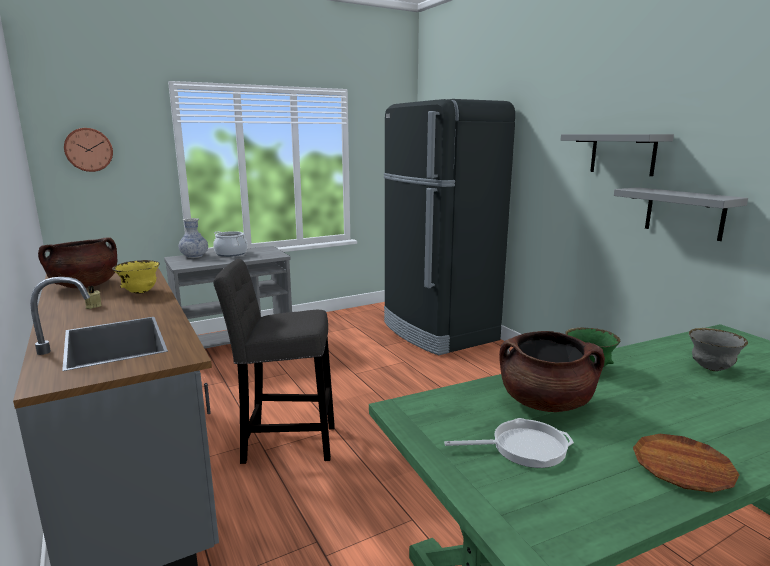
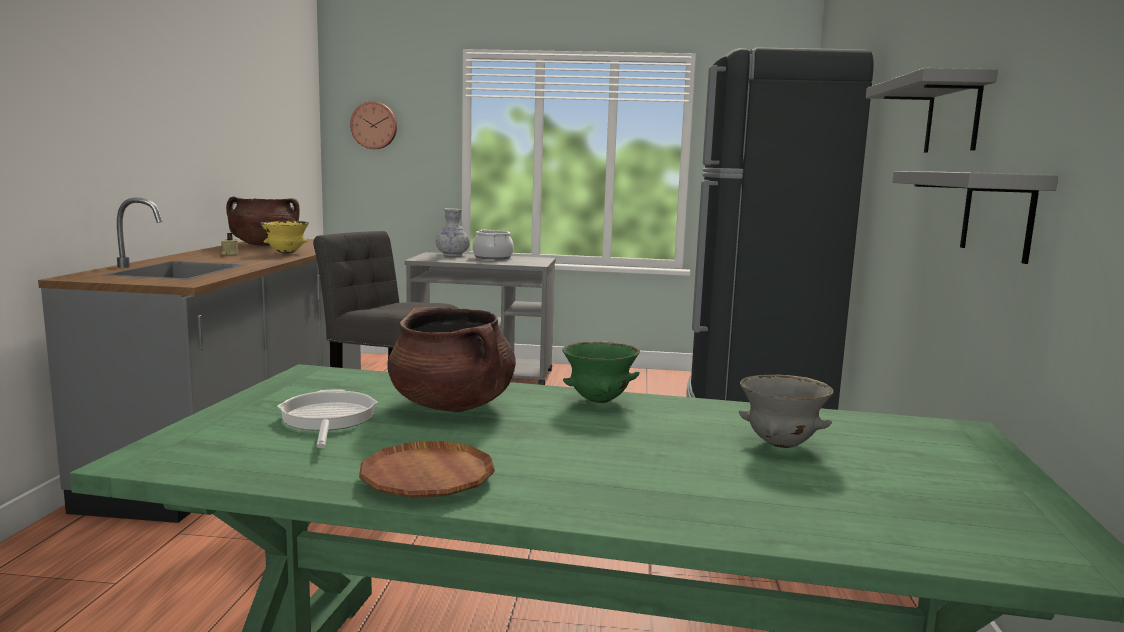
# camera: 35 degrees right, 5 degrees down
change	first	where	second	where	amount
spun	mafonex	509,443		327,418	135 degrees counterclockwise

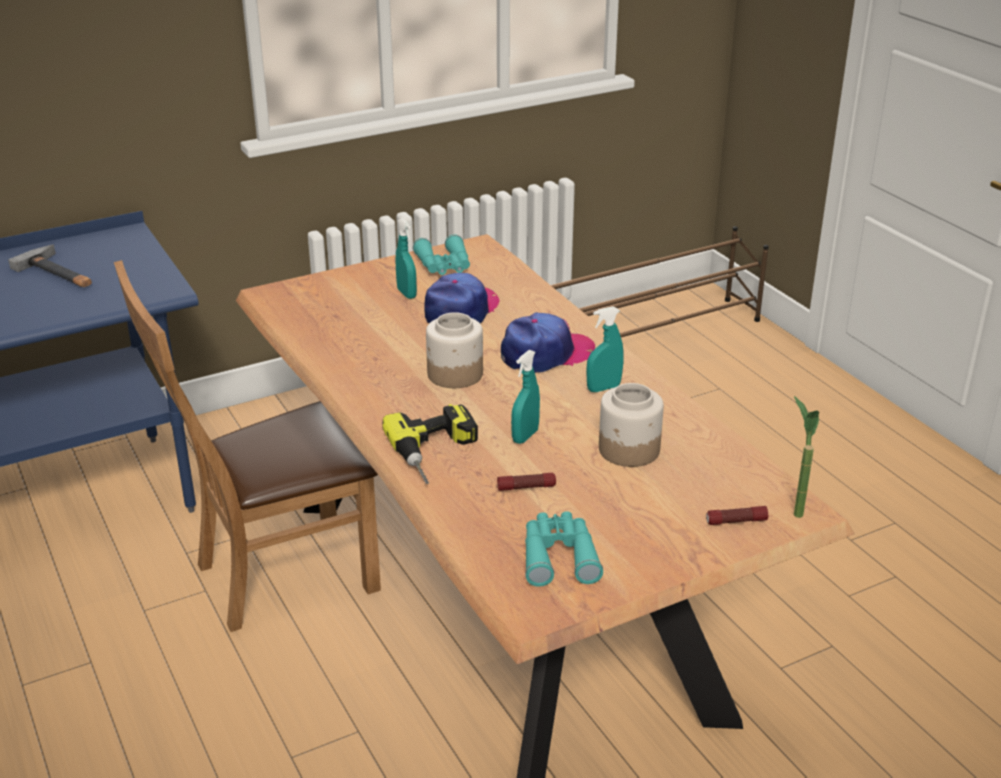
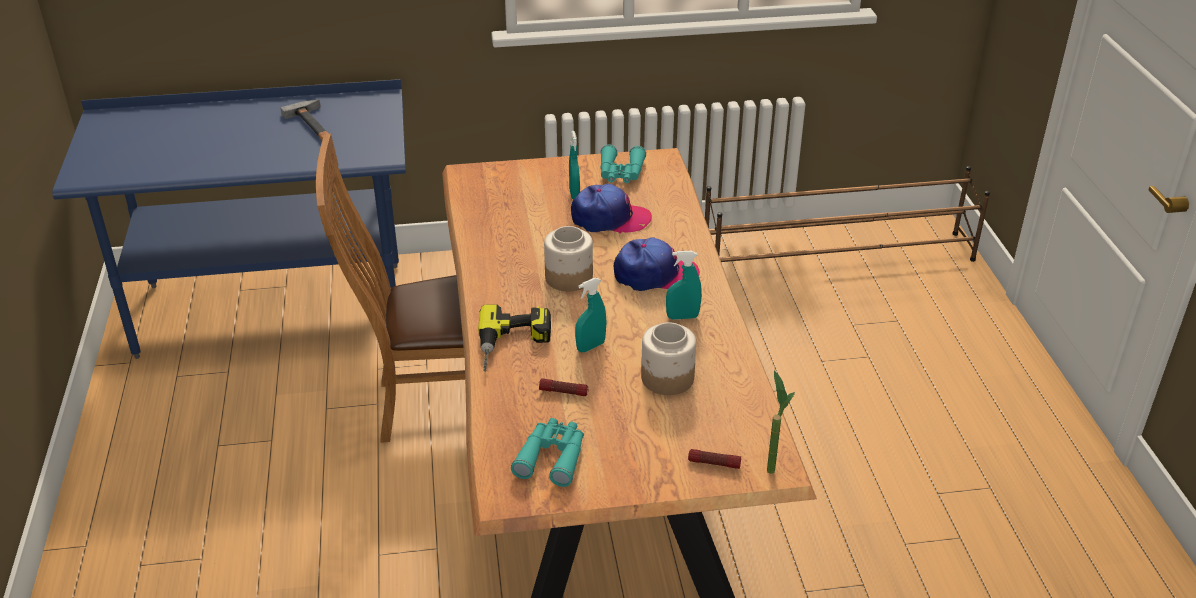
# camera: 20 degrees right, 5 degrees up
change	first	where	second	where	amount
spun	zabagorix	462,298		611,209	45 degrees clockwise

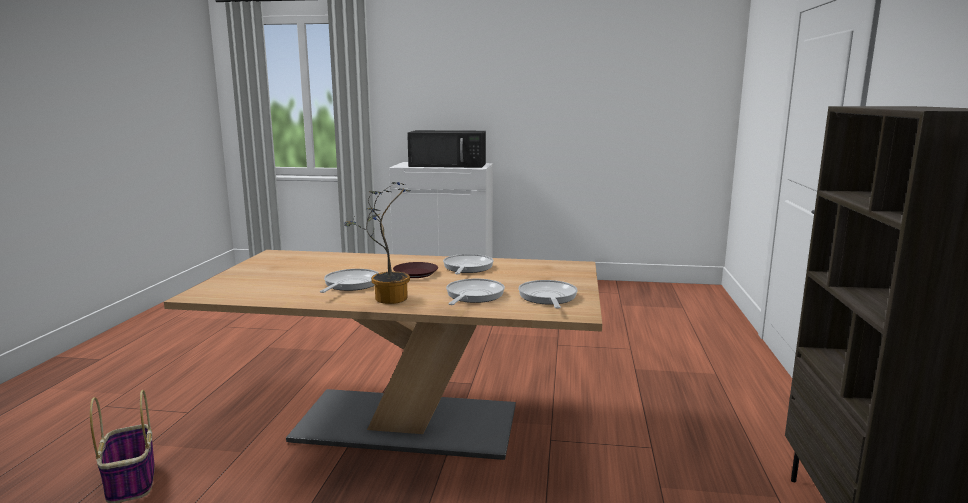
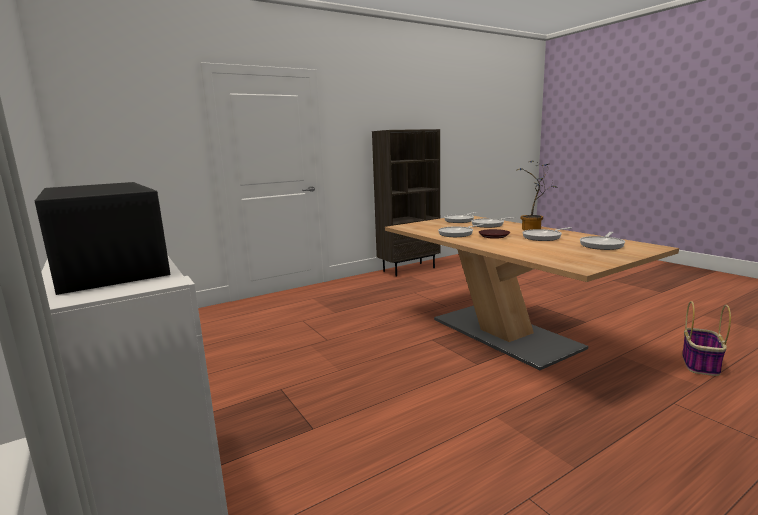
# camera: 130 degrees left, 0 degrees up
change	first	where	second	where	amount
appeared			mafonex	602,241	

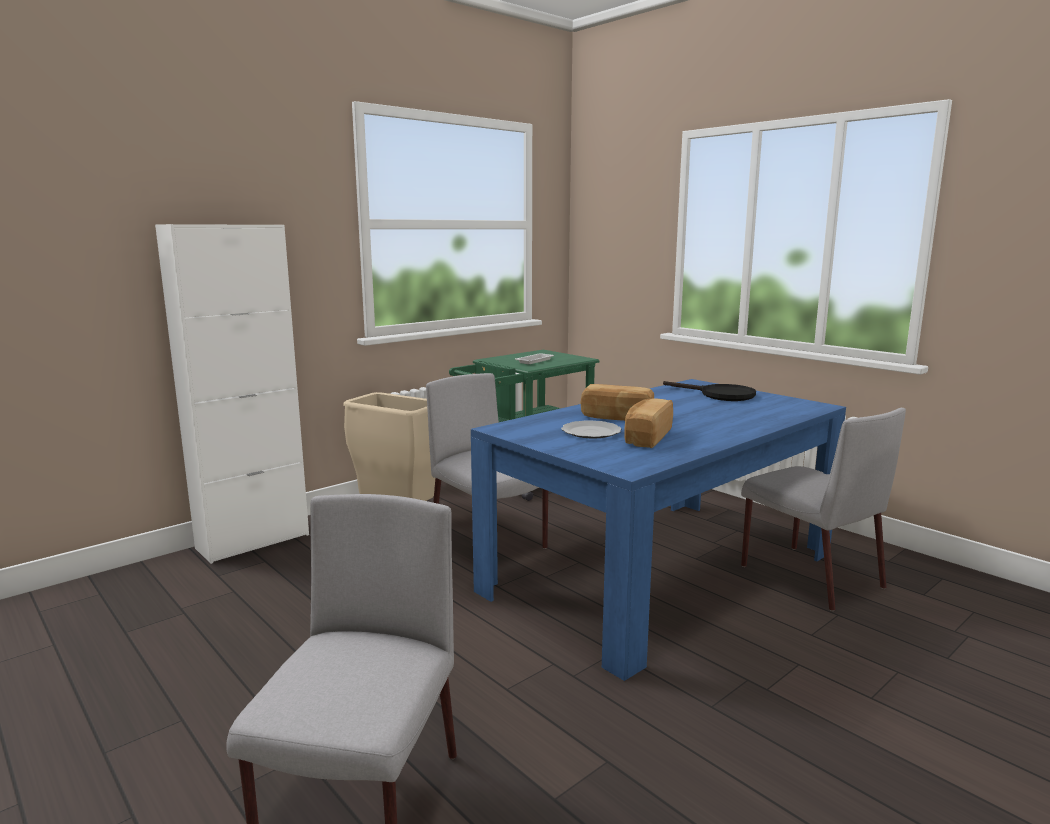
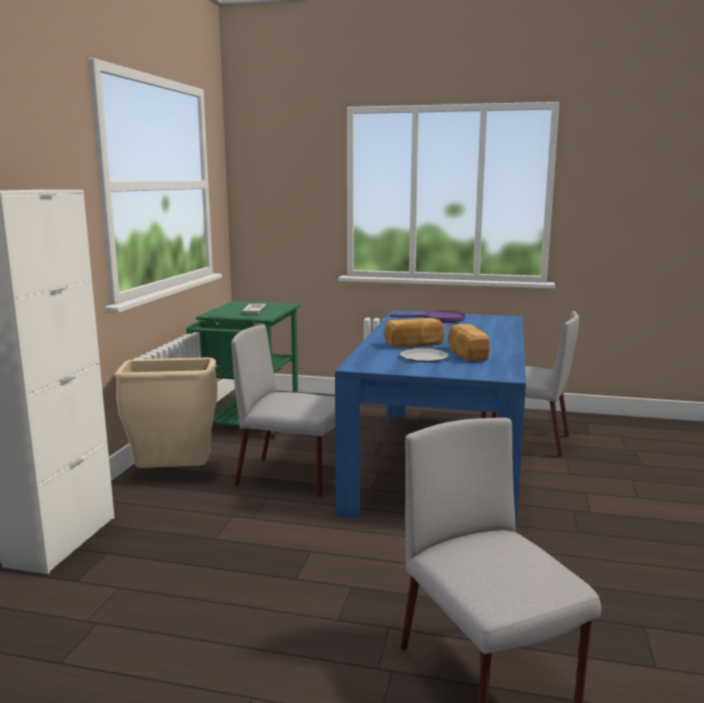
# camera: 35 degrees left, 0 degrees up
change	first	where	second	where	amount
colour	black_mafonex	709,391	purple_mafonex	427,316	

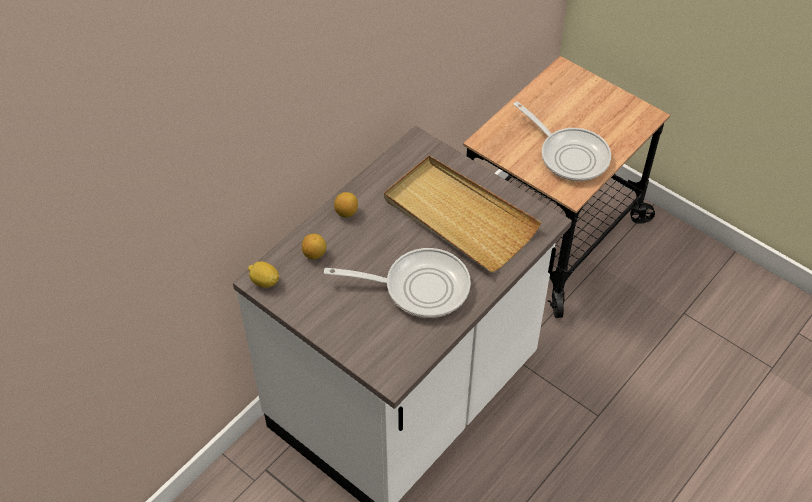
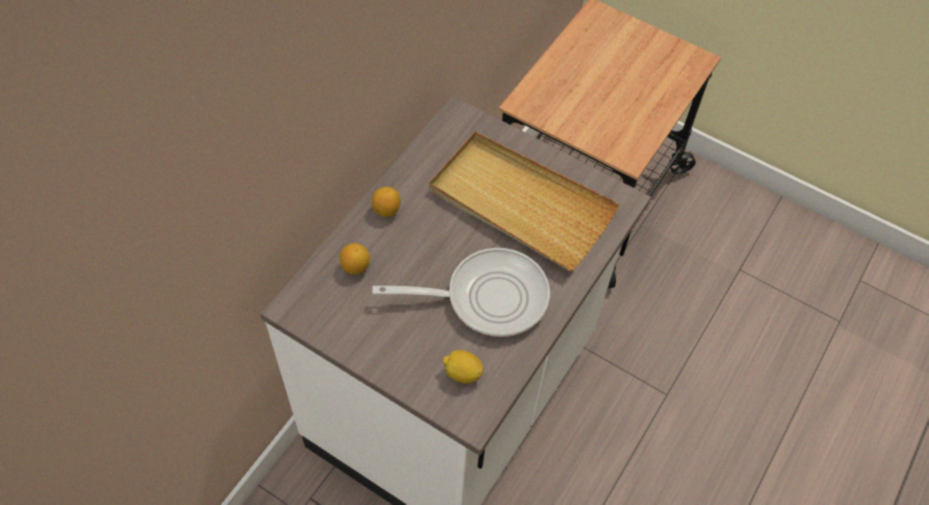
# camera: 10 degrees left, 5 degrees up
change	first	where	second	where	amount
relocated	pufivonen	263,274		463,366	
missing	mafonex	562,141			

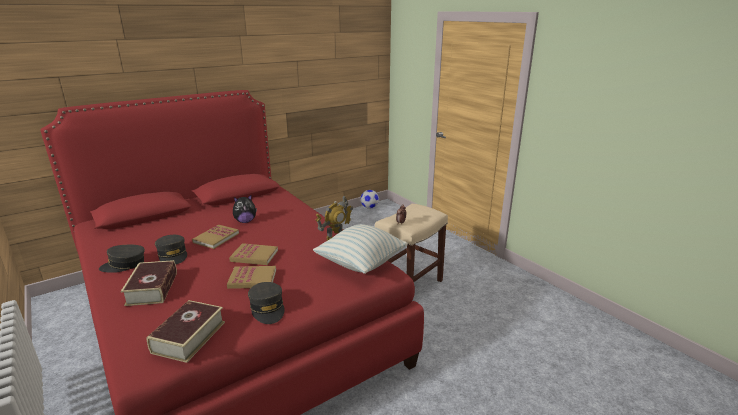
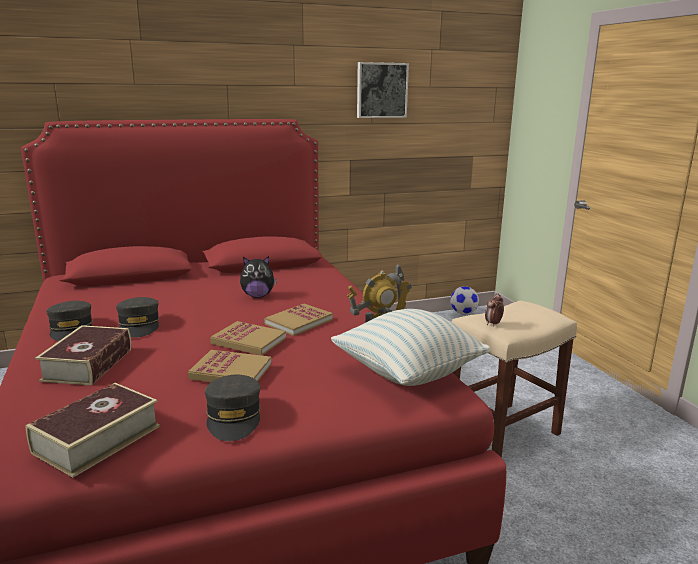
# camera: 15 degrees right, 5 degrees down
change	first	where	second	where	amount
spun	grey_zabagorix	122,259		69,321	105 degrees counterclockwise
relocated	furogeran	215,237		298,320	
appeared			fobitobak	383,90	

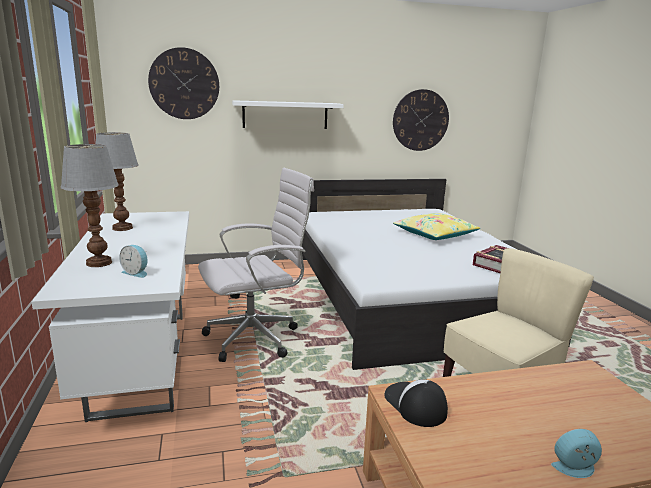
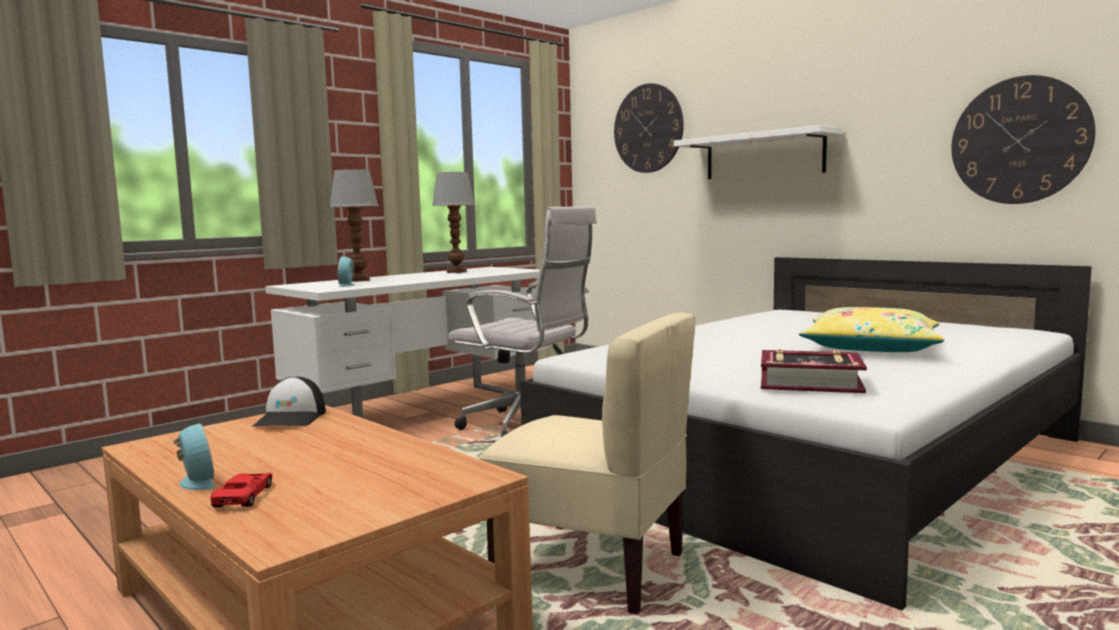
# camera: 60 degrees right, 10 degrees down
change	first	where	second	where	amount
appeared			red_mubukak	241,490	
spun	zabagorix	416,403		289,401	150 degrees clockwise

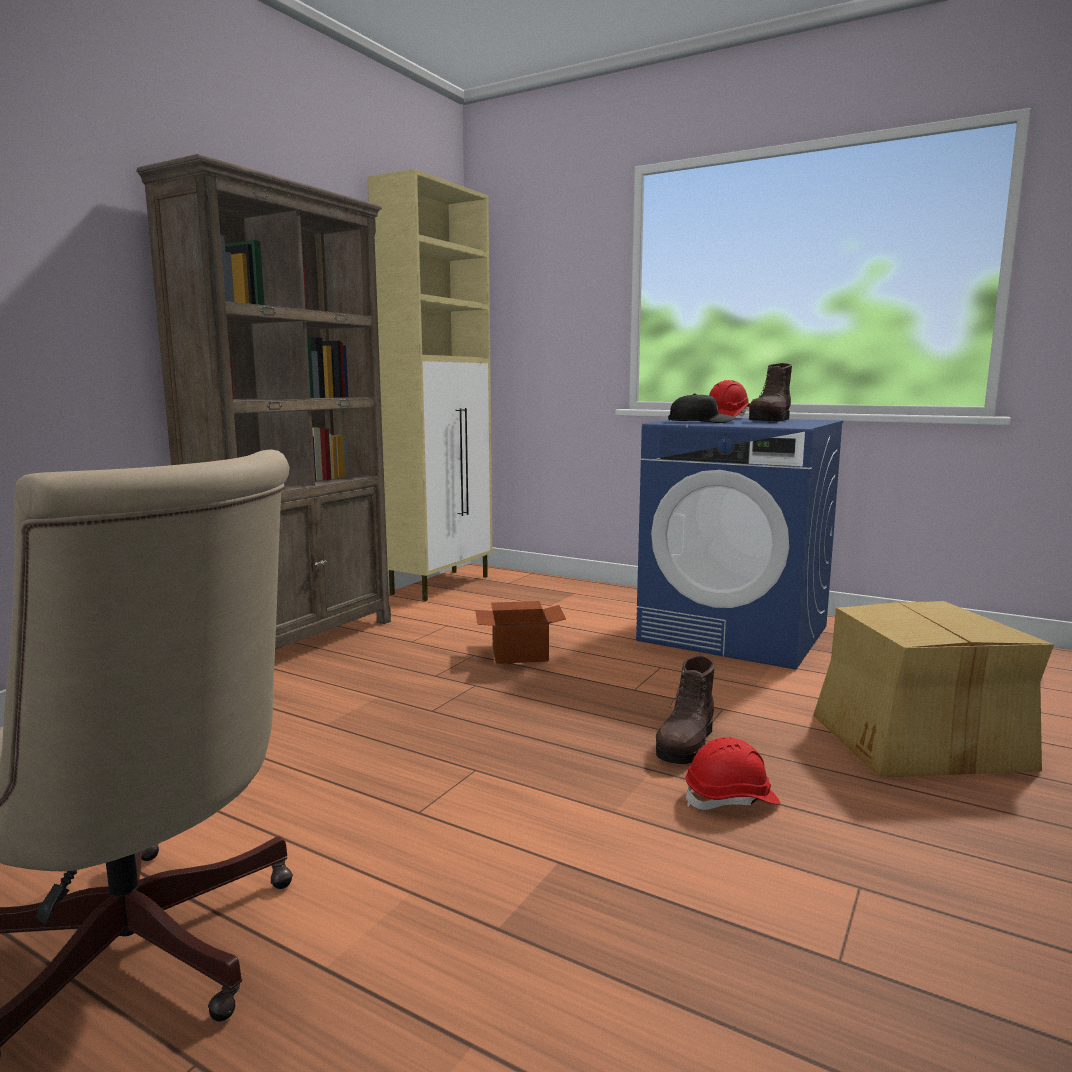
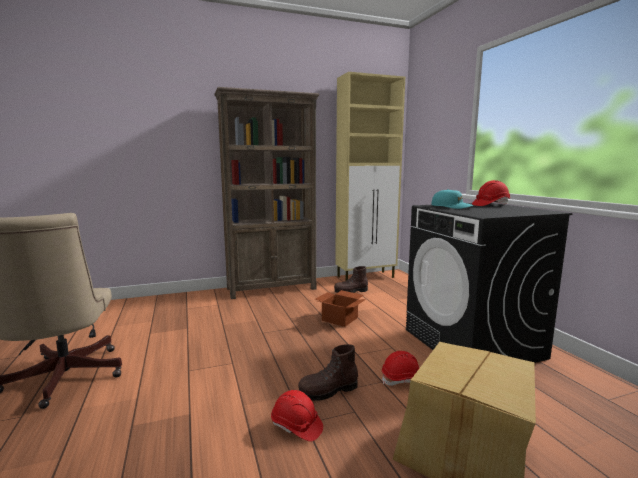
# camera: 40 degrees right, 0 degrees up
change	first	where	second	where	amount
relocated	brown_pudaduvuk	770,392		351,279	
appeared			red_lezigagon	400,368	
colour	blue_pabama	739,544	black_pabama	489,283	
colour	black_zabagorix	702,408	turquoise_zabagorix	452,199	

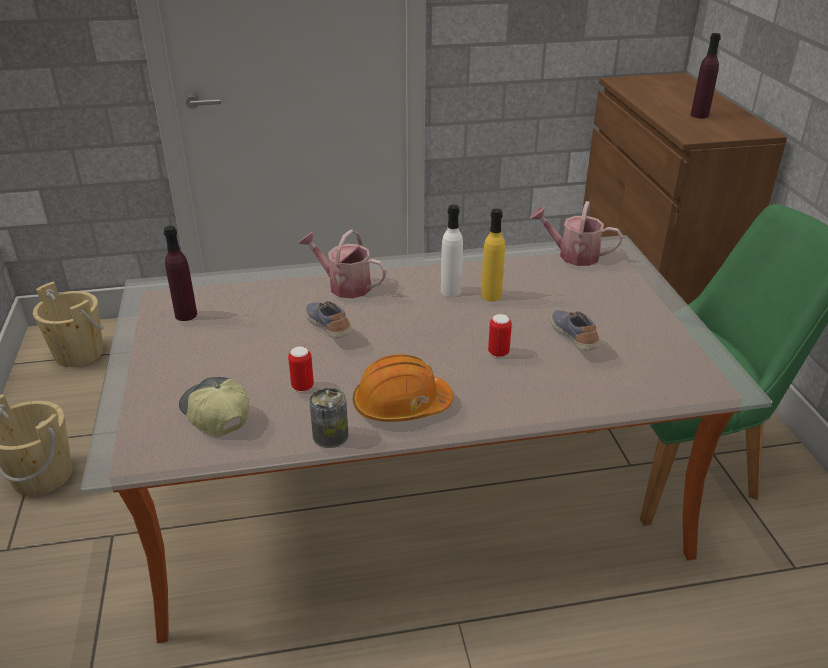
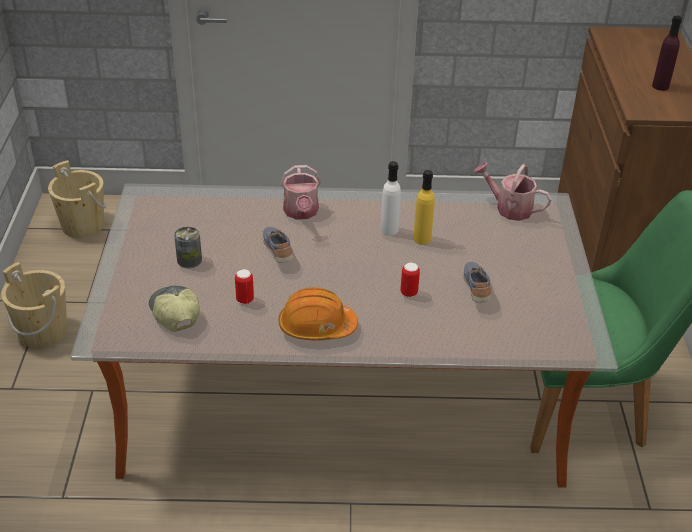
# camera: 10 degrees right, 5 degrees up
change	first	where	second	where	amount
relocated	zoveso	328,417		188,247	
spun	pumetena	342,263		301,192	135 degrees counterclockwise
missing	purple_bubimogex	180,273			

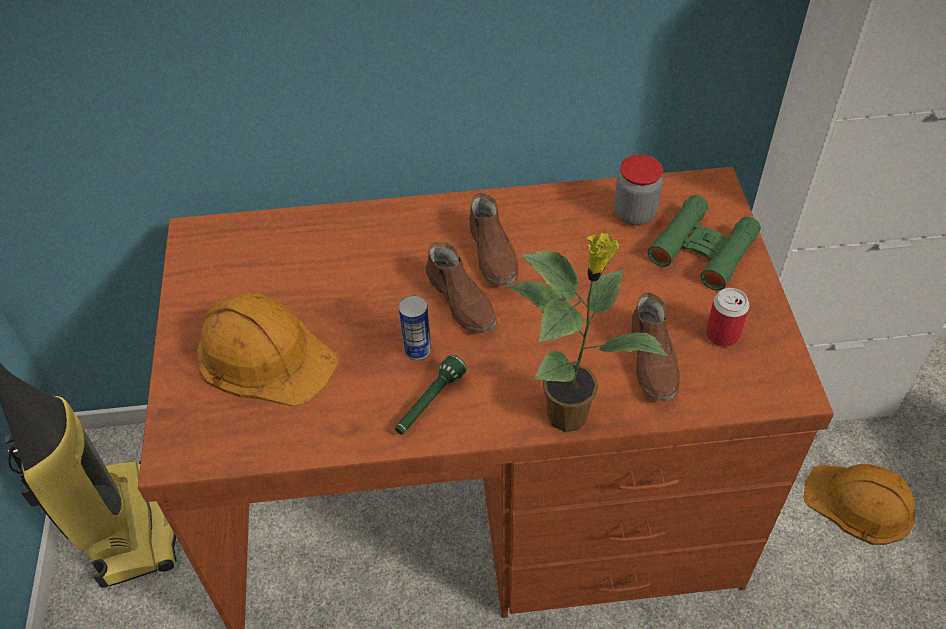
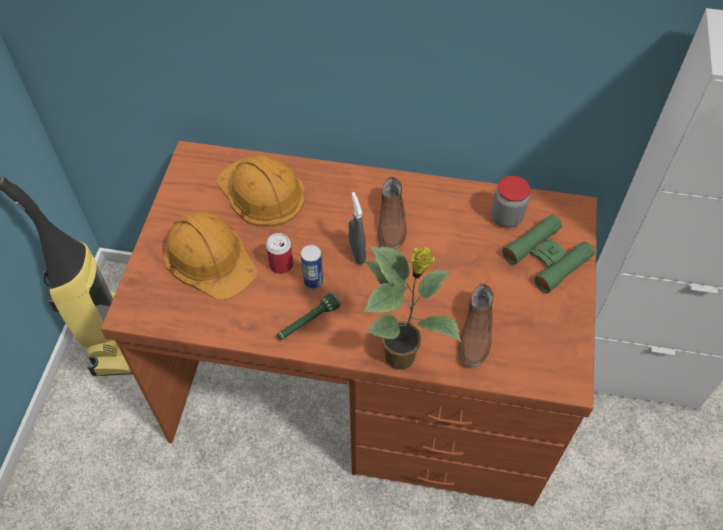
# camera: 15 degrees right, 5 degrees up
change	first	where	second	where	amount
relocated	orange_lezigagon	859,504		261,191	
relocated	zoveso	727,317		279,253	
exchanged	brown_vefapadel	461,287	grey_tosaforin	357,228	

